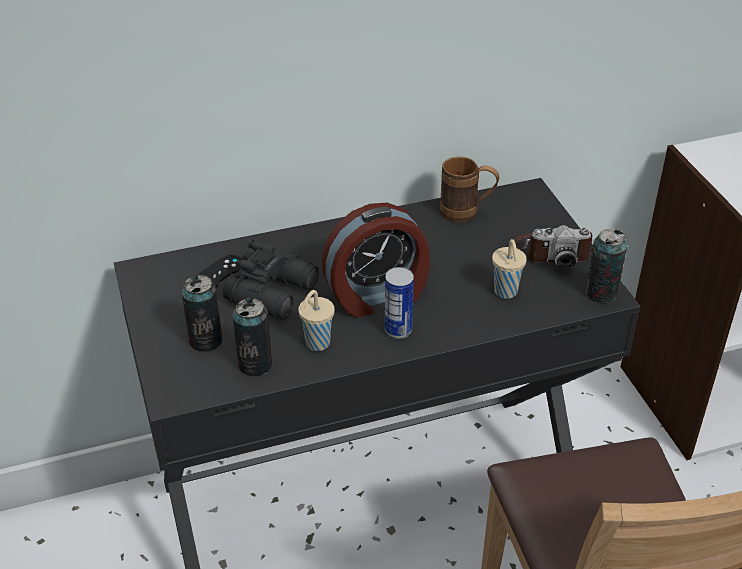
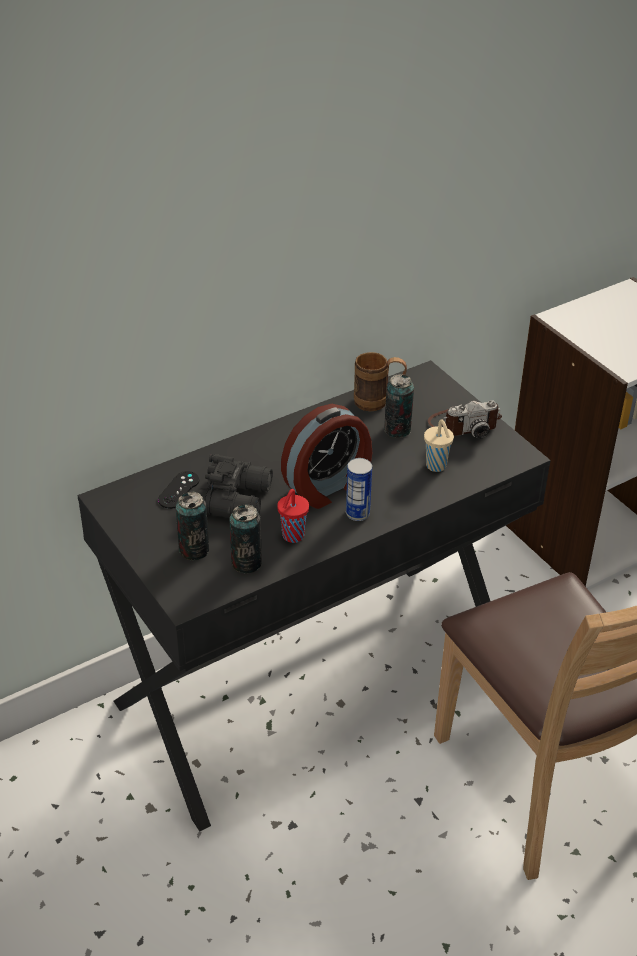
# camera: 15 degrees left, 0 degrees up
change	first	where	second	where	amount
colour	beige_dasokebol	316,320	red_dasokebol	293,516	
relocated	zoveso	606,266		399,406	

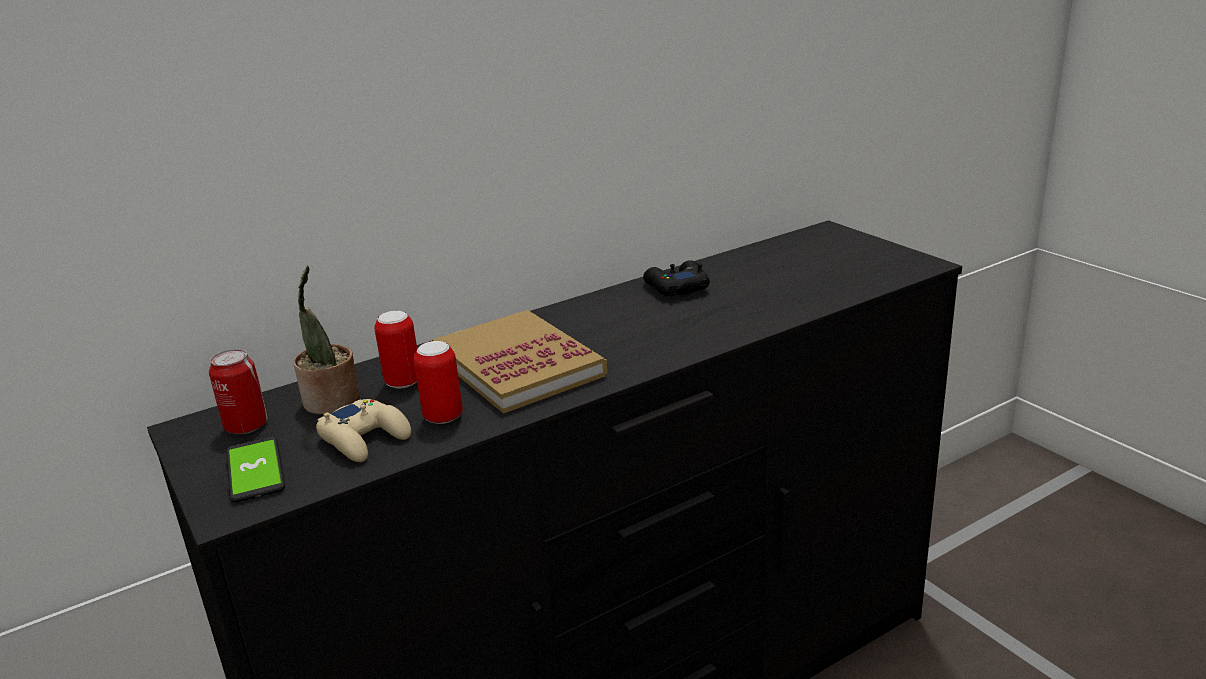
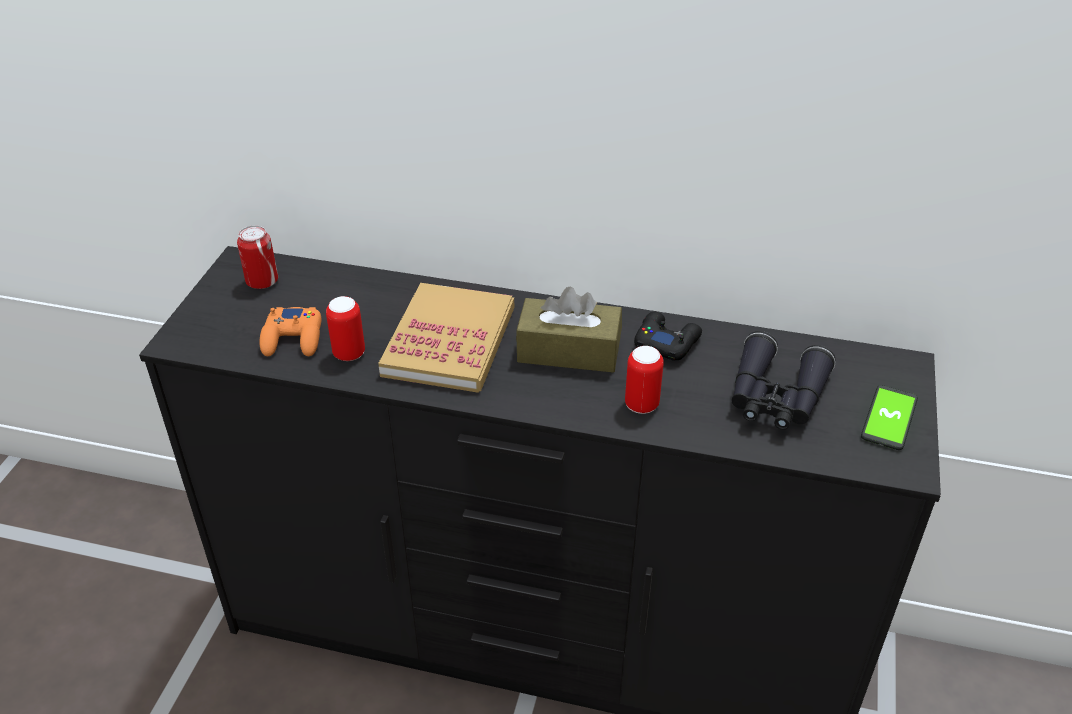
# camera: 45 degrees right, 15 degrees up
change	first	where	second	where	amount
colour	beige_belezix	363,430	orange_belezix	290,332	
appeared			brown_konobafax	569,329	
relocated	zoveso	396,350		644,380	
appeared			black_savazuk	783,380	
relocated	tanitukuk	255,470		889,417	
missing	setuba	327,339			

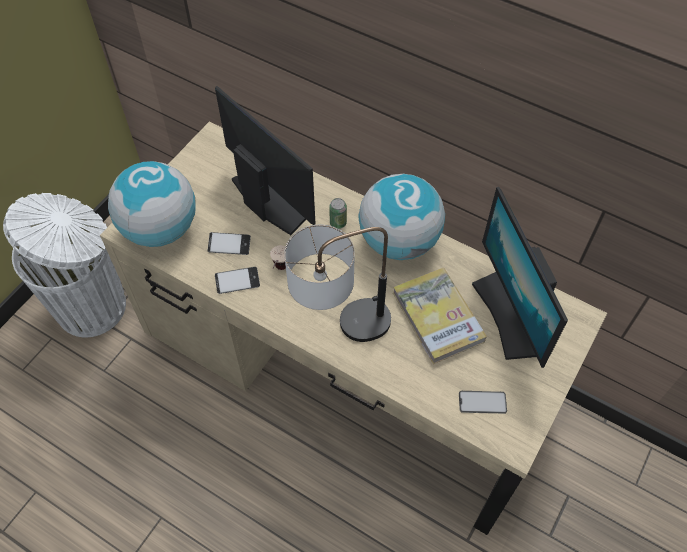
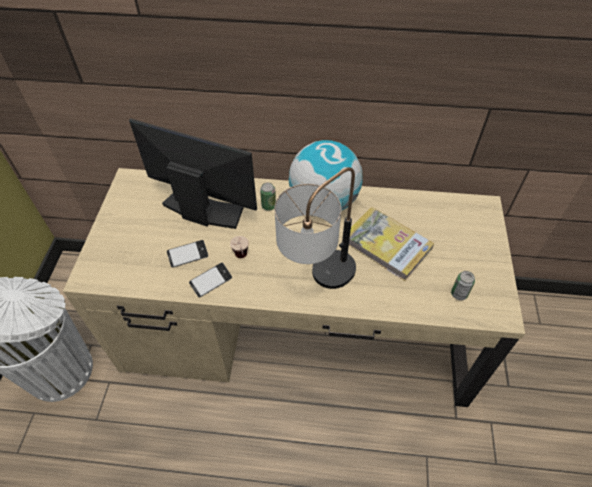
# camera: 25 degrees left, 5 degrees down
change	first	where	second	where	amount
exchanged	tanitukuk	483,402	zoveso	463,285	
missing	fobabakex	151,204			
missing	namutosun	520,277			

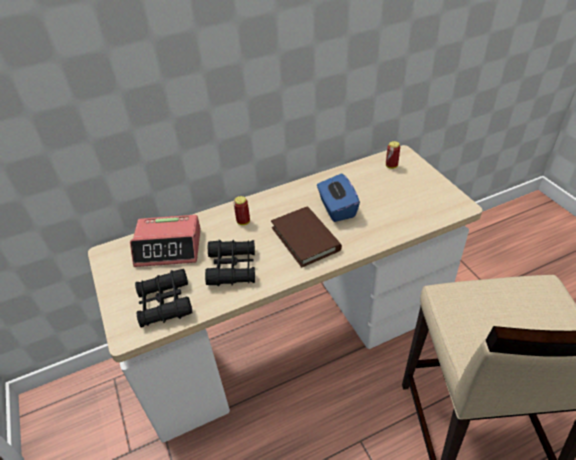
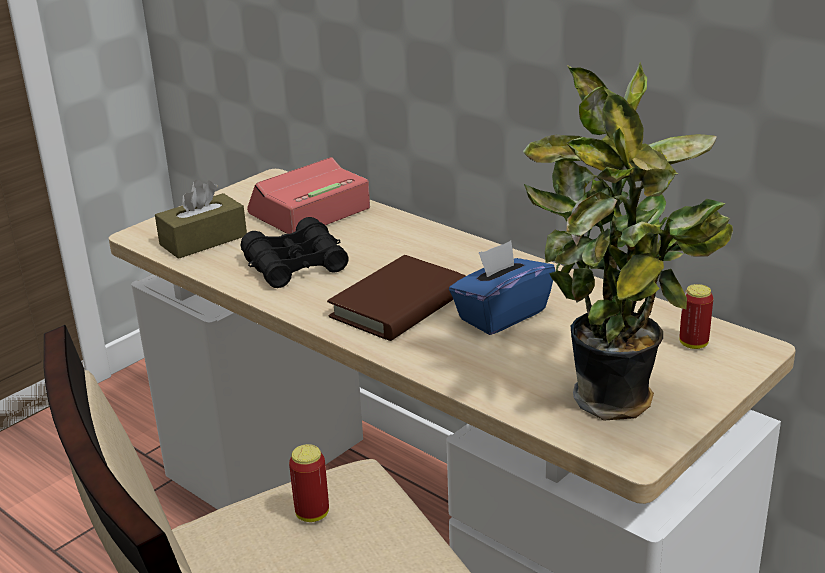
# camera: 65 degrees right, 15 degrees down
change	first	where	second	where	amount
exchanged	black_savazuk	163,298	brown_konobafax	201,219	
spun	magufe	165,241		308,195	75 degrees clockwise
relocated	zoveso	241,210		309,483	
appeared			setuba	628,241	

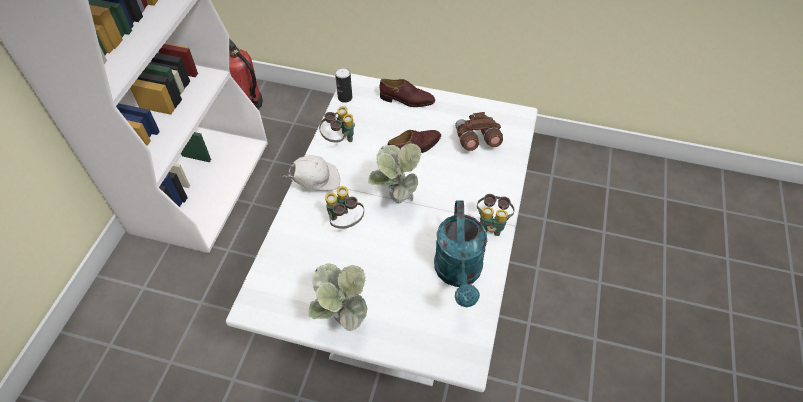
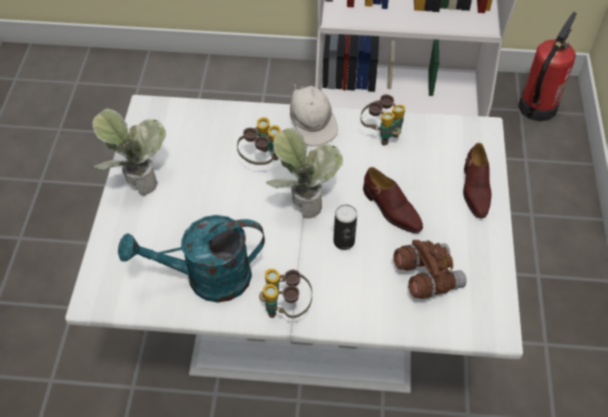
# camera: 80 degrees right, 0 degrees up
change	first	where	second	where	amount
relocated	zoveso	343,85		345,227	

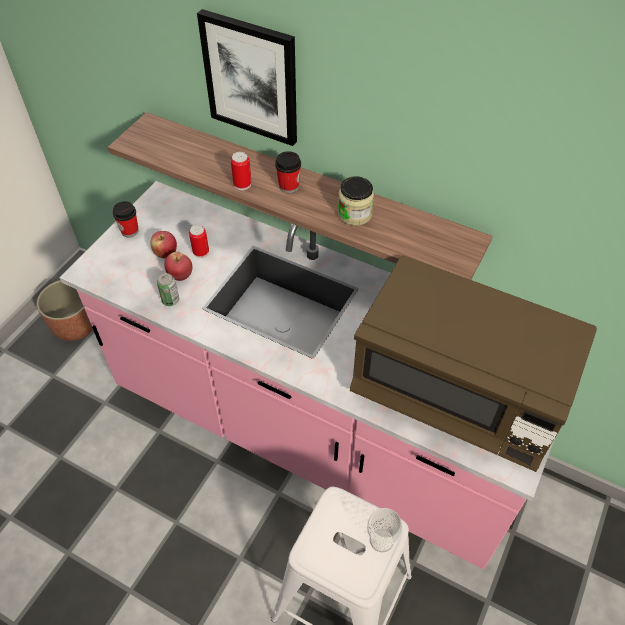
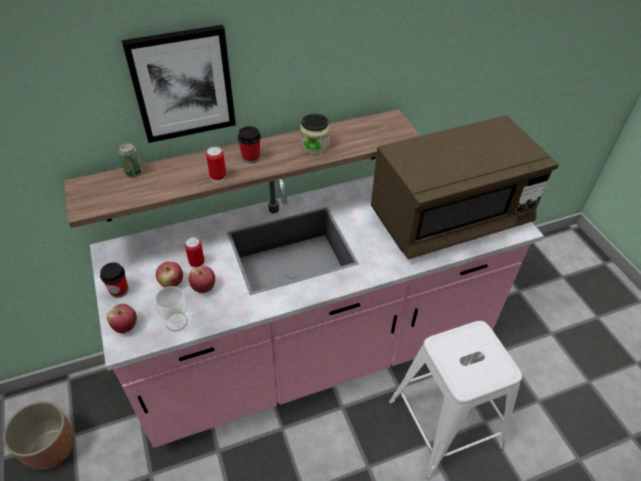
# camera: 50 degrees left, 5 degrees down
change	first	where	second	where	amount
appeared			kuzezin	122,318	
relocated	zoveso	168,289		130,160	
relocated	dasokebol	384,530		171,308	

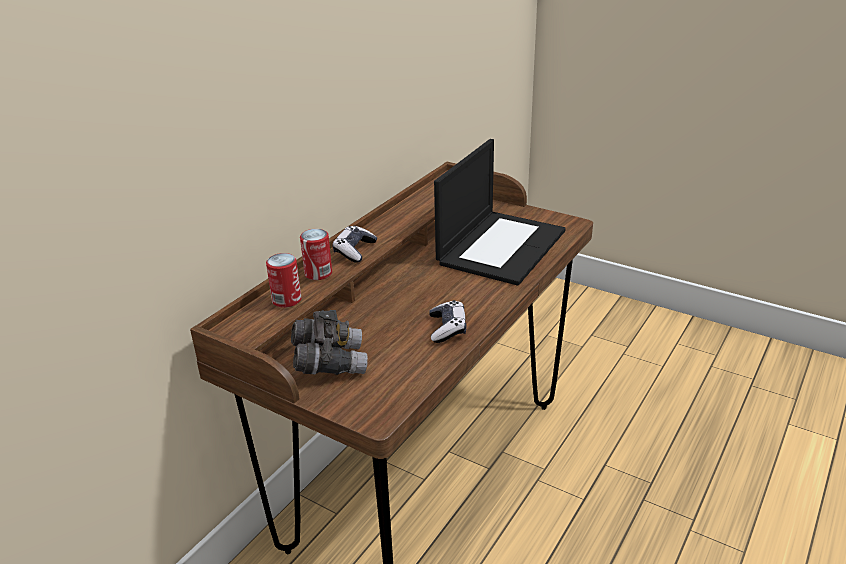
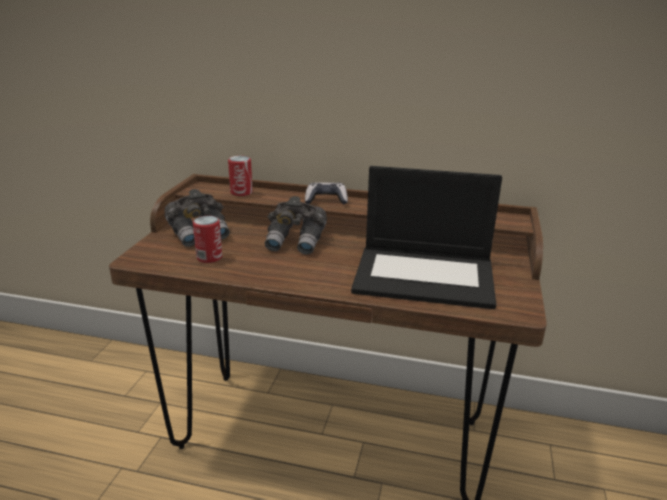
# camera: 70 degrees right, 5 degrees down
change	first	where	second	where	amount
relocated	zoveso	316,254		207,239	
appeared			grey_savazuk	296,225	
missing	belezix	447,321			

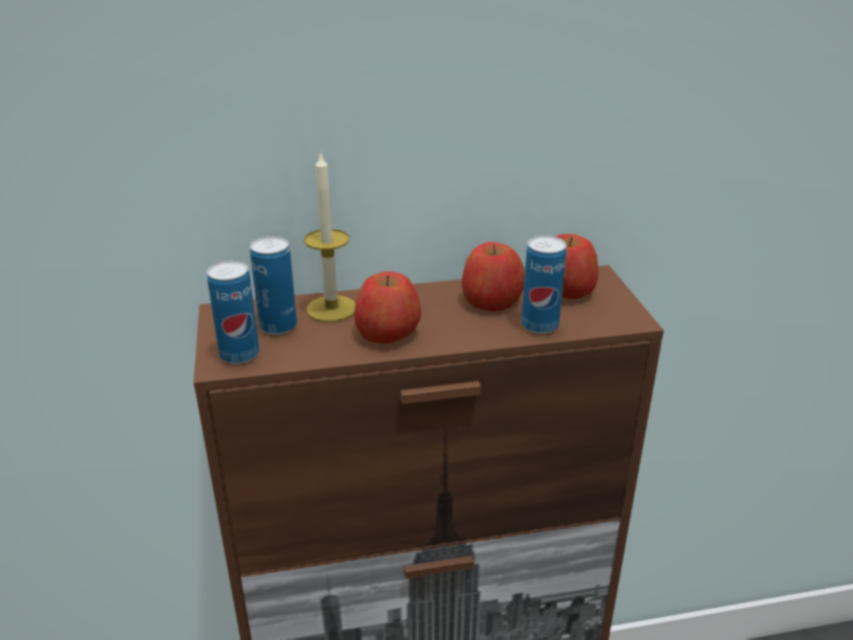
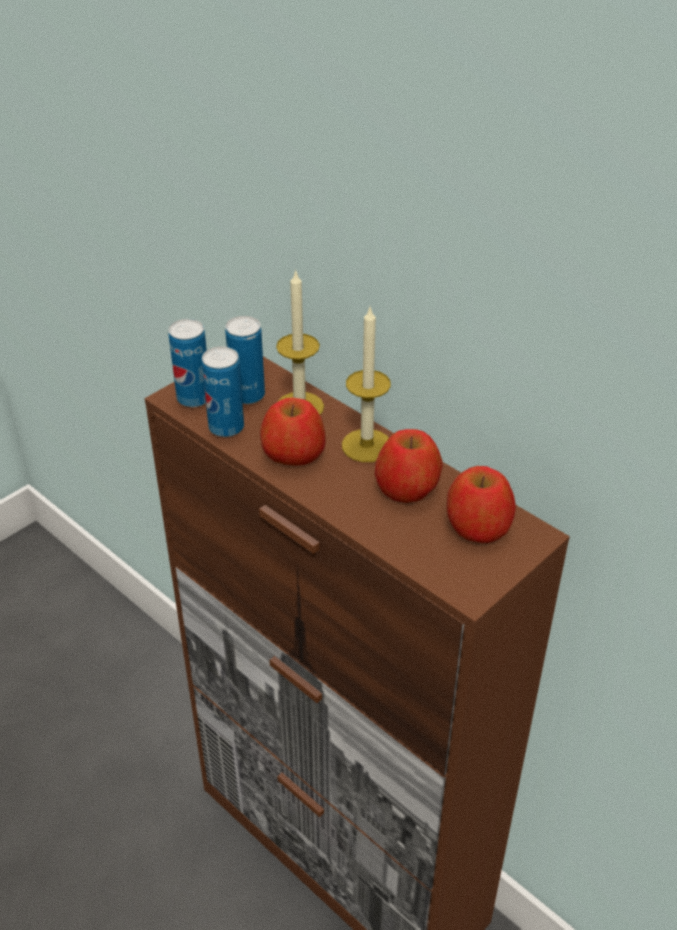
# camera: 55 degrees right, 10 degrees up
change	first	where	second	where	amount
relocated	zoveso	544,284		223,391	
appeared			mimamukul	366,383	

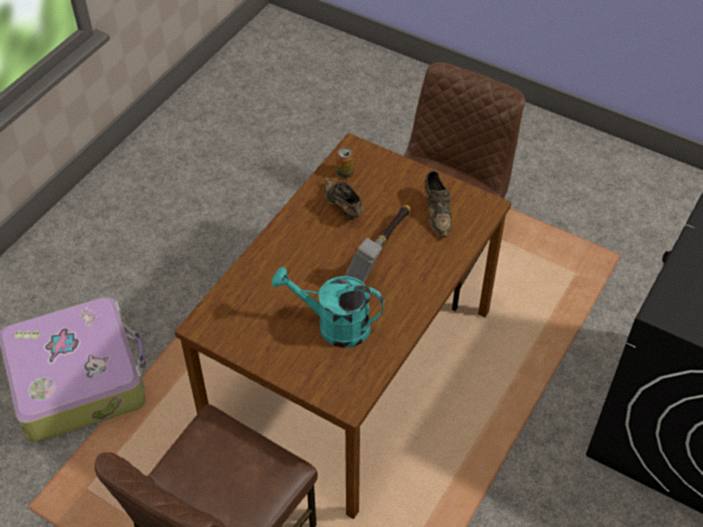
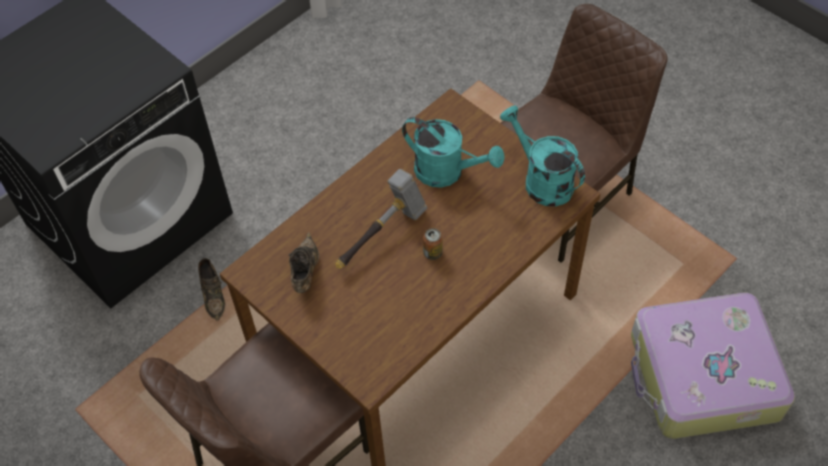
# camera: 165 degrees left, 5 degrees up
change	first	where	second	where	amount
relocated	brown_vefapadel	344,198		211,289	
relocated	zoveso	345,163		433,244	
appeared			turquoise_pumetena	542,156	

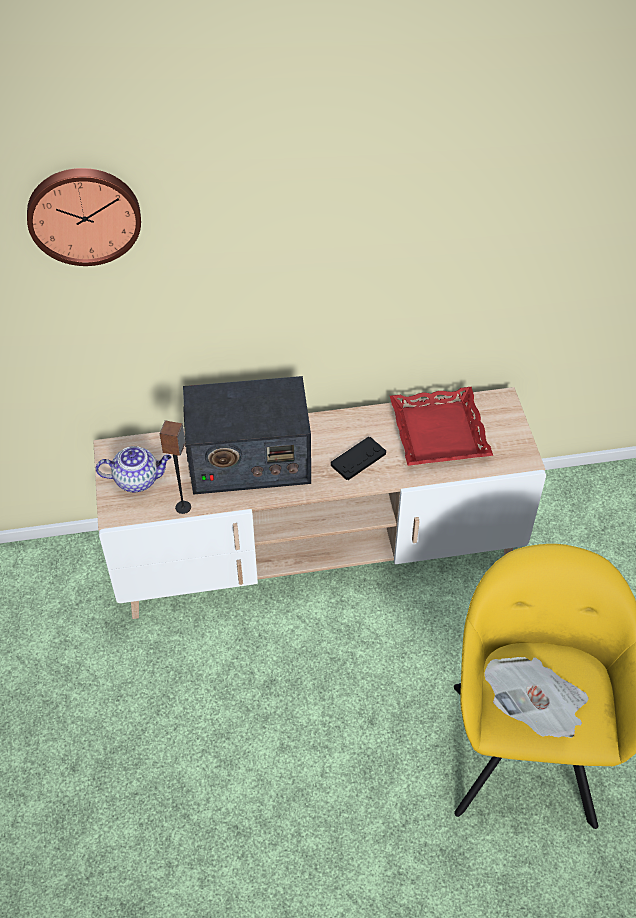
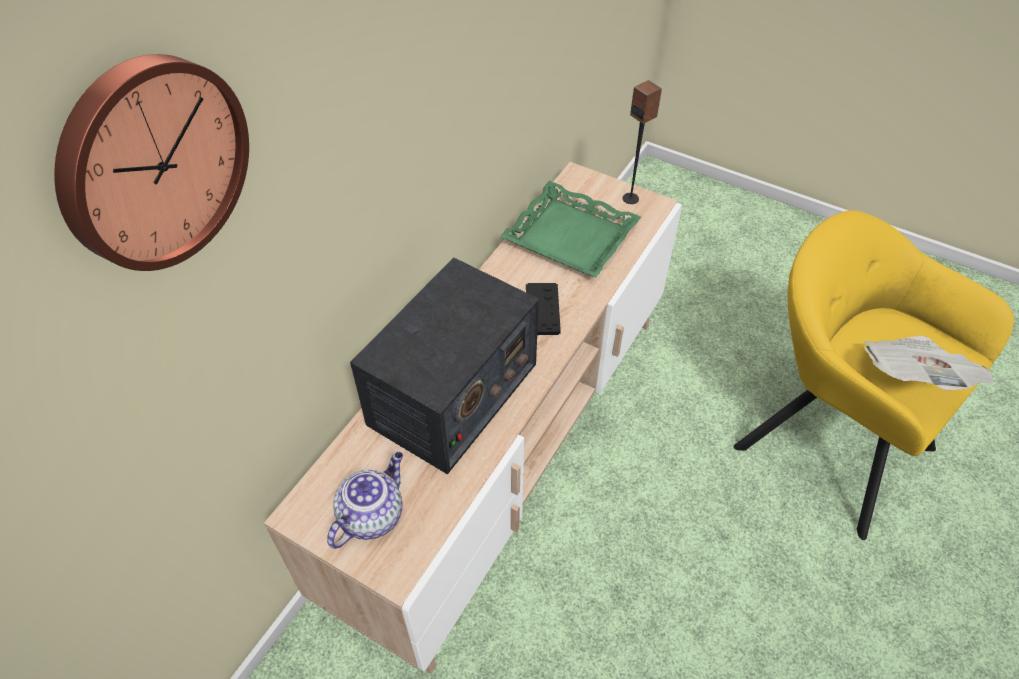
# camera: 50 degrees left, 0 degrees up
change	first	where	second	where	amount
colour	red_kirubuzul	441,426	green_kirubuzul	570,229	
relocated	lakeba	175,467		642,142	

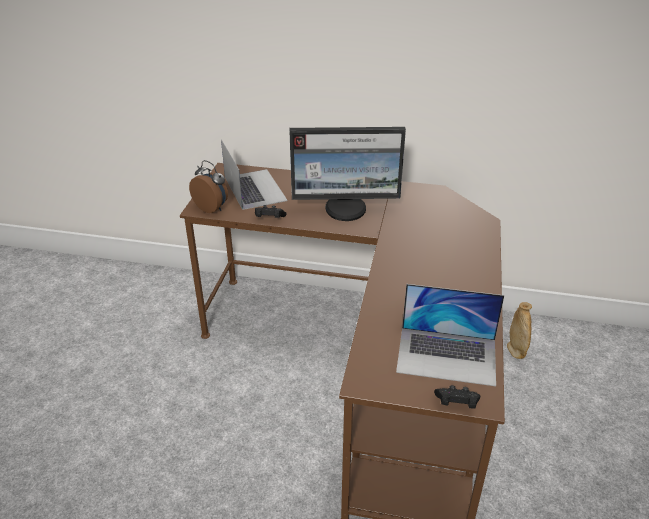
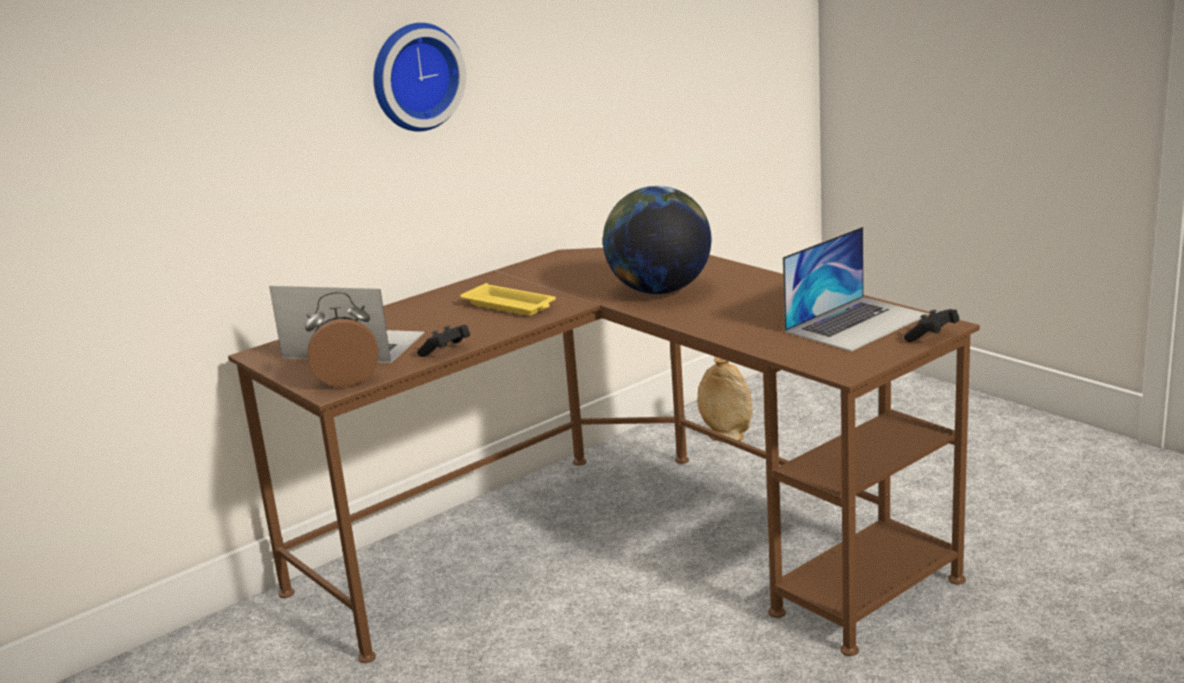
# camera: 50 degrees left, 15 degrees down
change	first	where	second	where	amount
appeared			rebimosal	419,77	
exchanged	namutosun	347,174	yellow_kirubuzul	508,299	
appeared			fobabakex	657,240	

